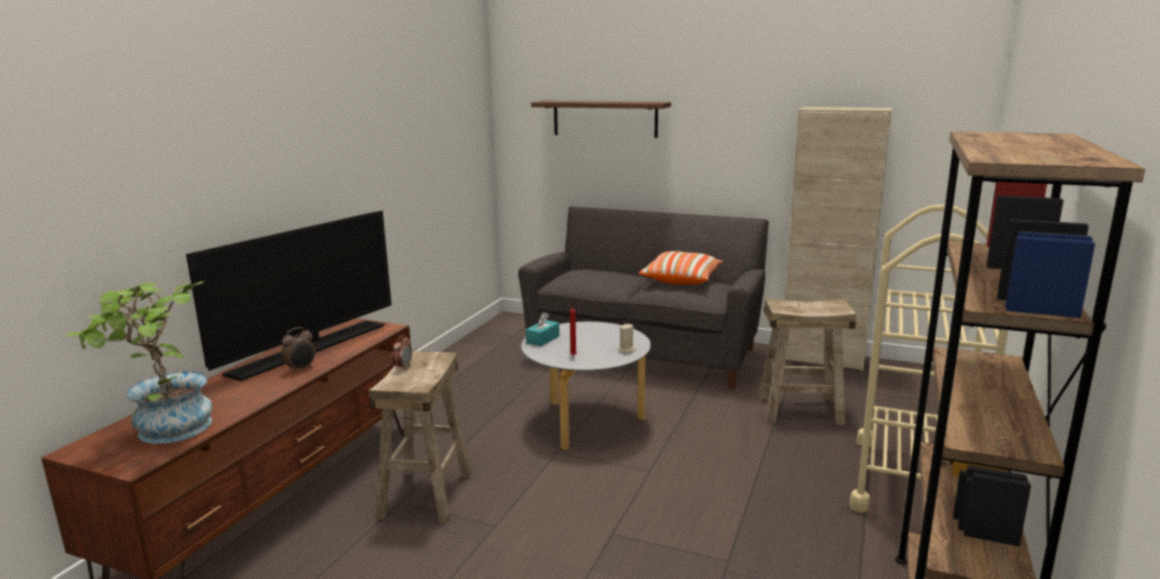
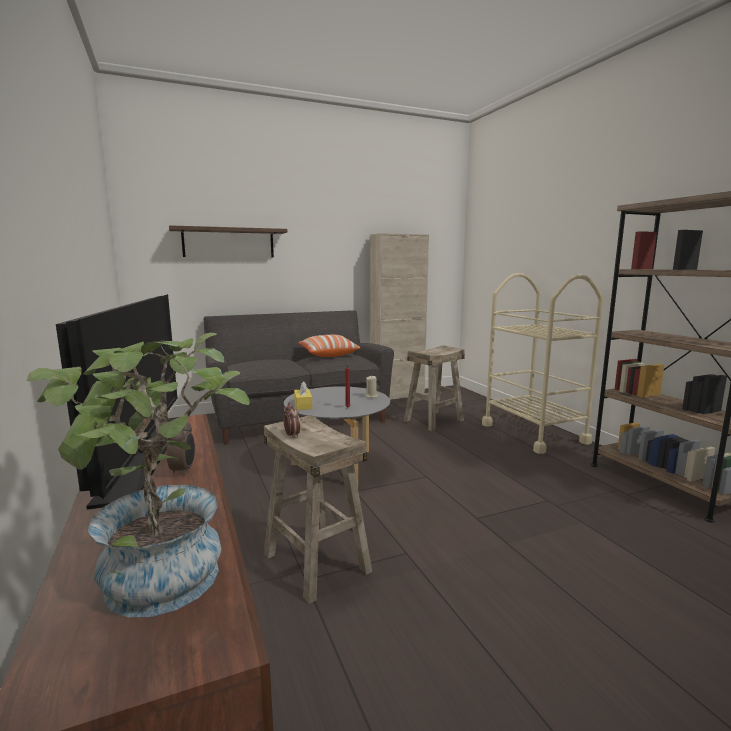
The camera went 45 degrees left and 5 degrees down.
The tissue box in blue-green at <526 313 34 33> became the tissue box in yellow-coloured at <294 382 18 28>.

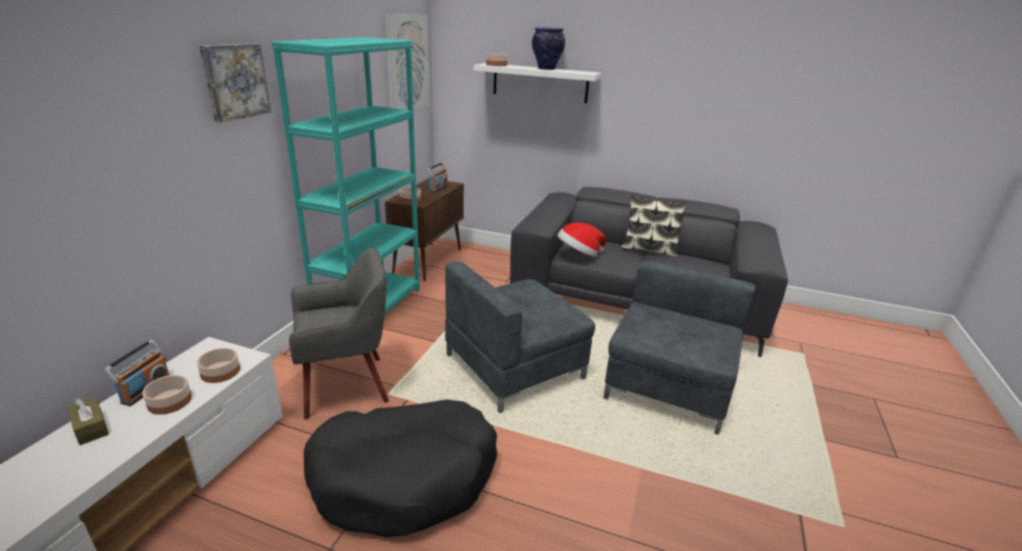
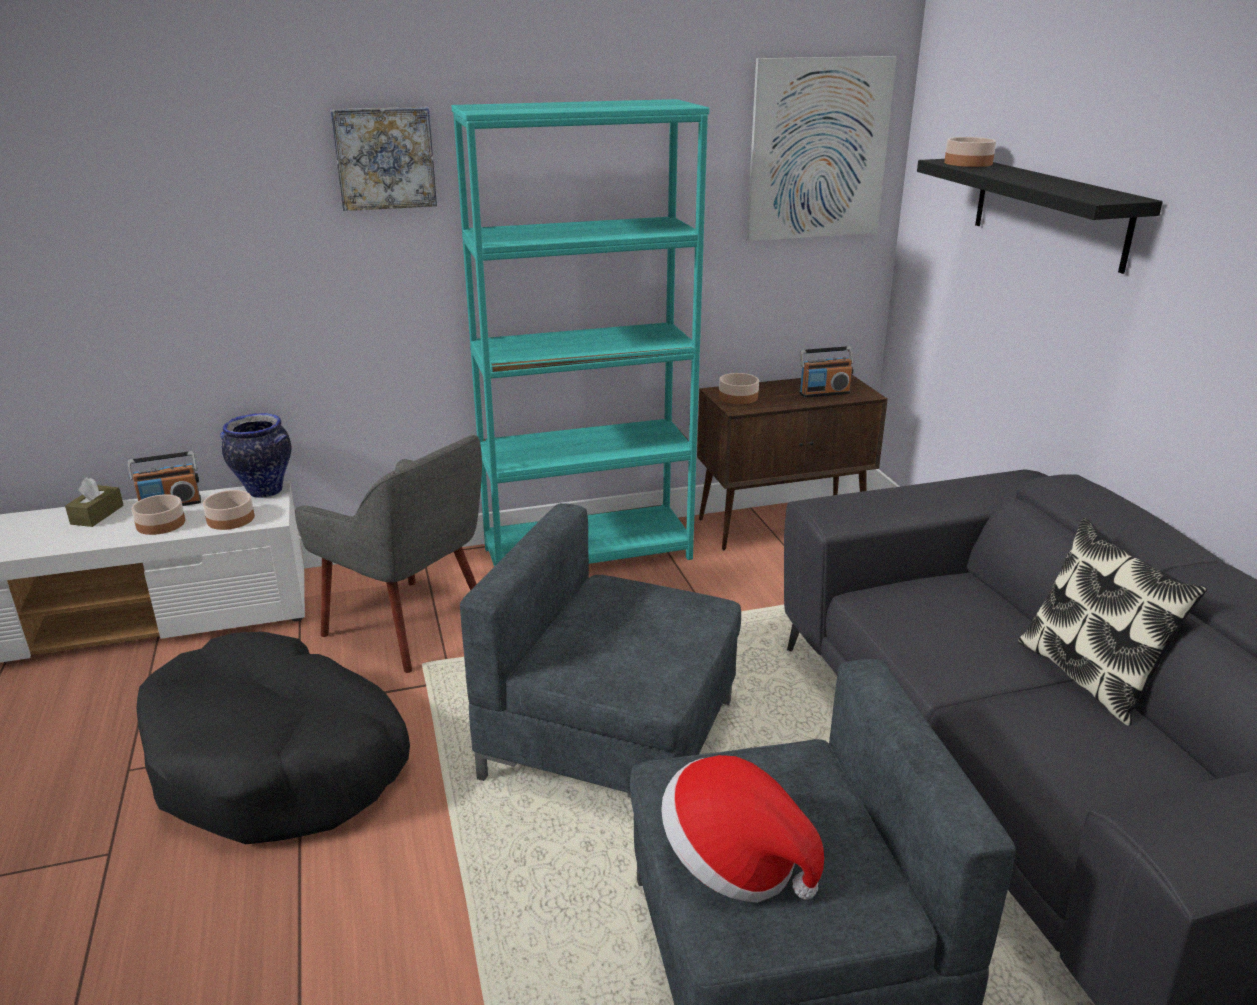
The camera went 55 degrees right and 0 degrees up.
The vase moved from <532 27 33 43> to <220 413 72 85>.
The hat moved from <557 222 49 35> to <661 755 163 148>.
The bracket shelf in white at <473 63 128 40> became the bracket shelf in black at <917 159 246 115>.

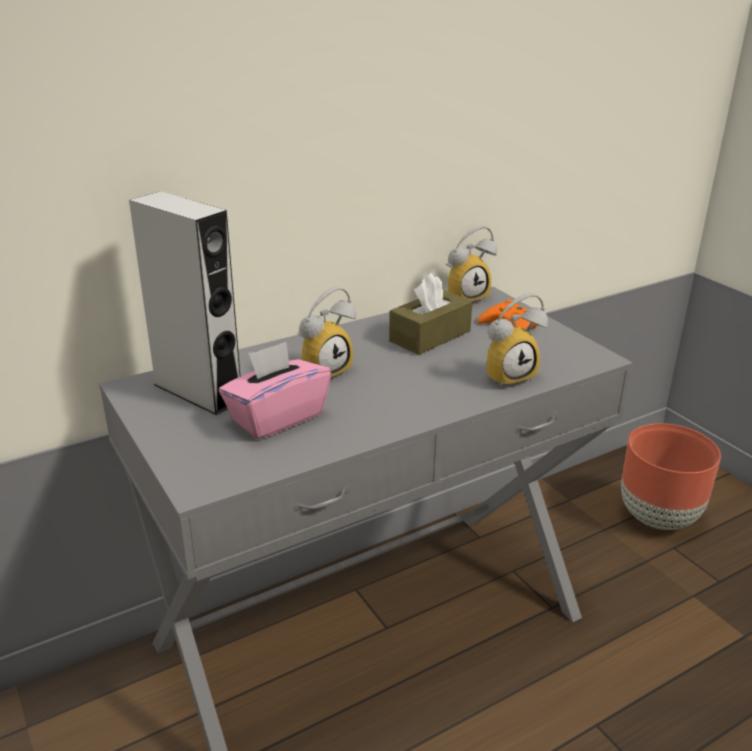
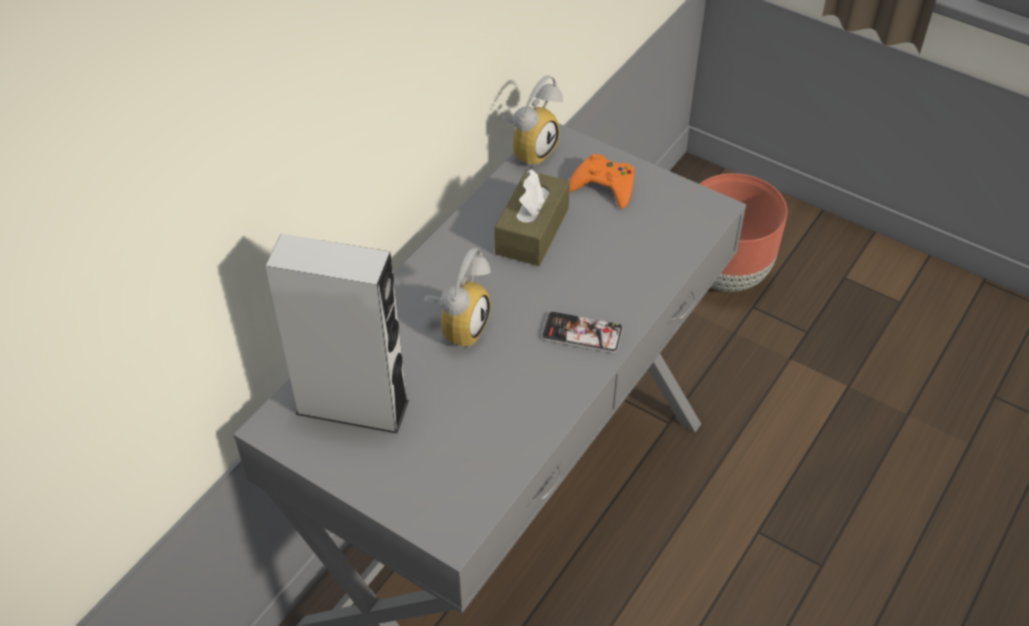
The camera went 25 degrees left and 20 degrees up.
The phone at <542 312 81 41> appeared.
The tissue box in pink-coloured at <219 342 112 98> disappeared.
The table clock at <486 293 62 95> disappeared.

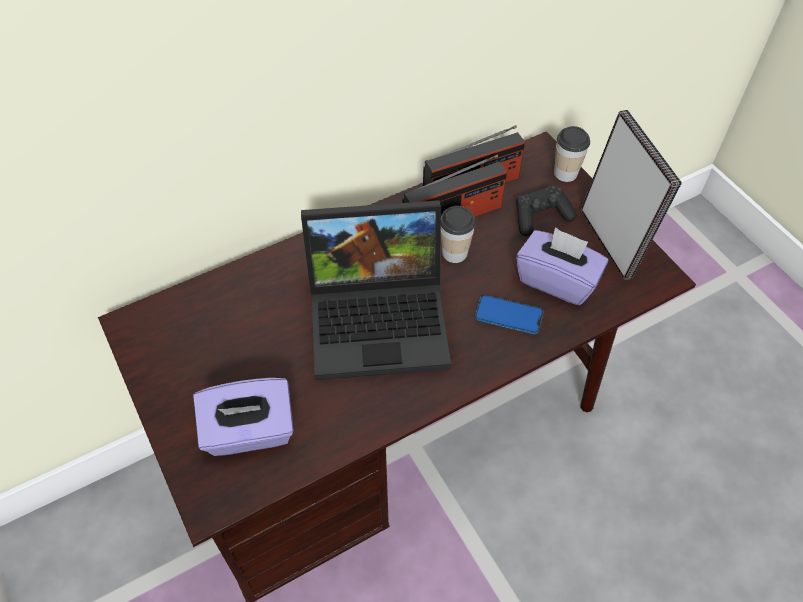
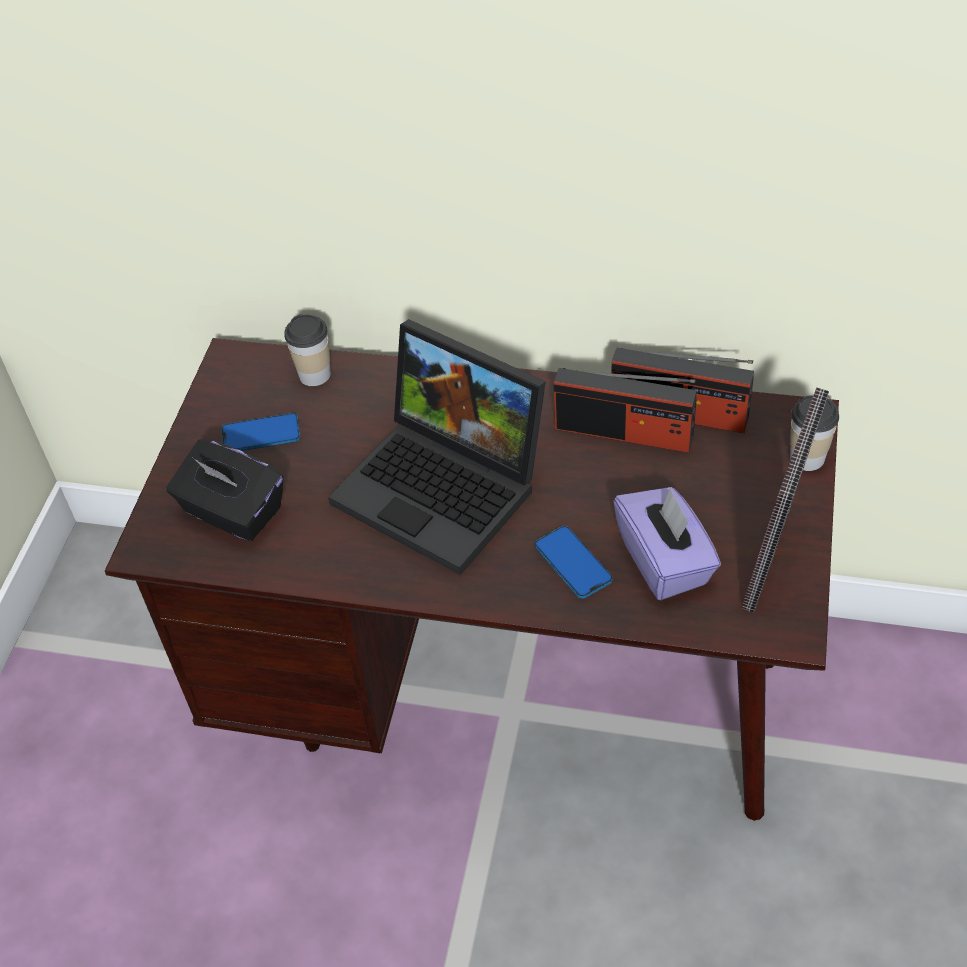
The camera went 45 degrees right and 5 degrees down.
The tissue box in purplish at <193 378 101 78> became the tissue box in black at <166 439 117 102>.
The phone at <221 413 79 38> appeared.
The drinking cup moved from <441 206 35 57> to <284 315 47 71>.
The gamepad in black at <516 186 61 50> disappeared.

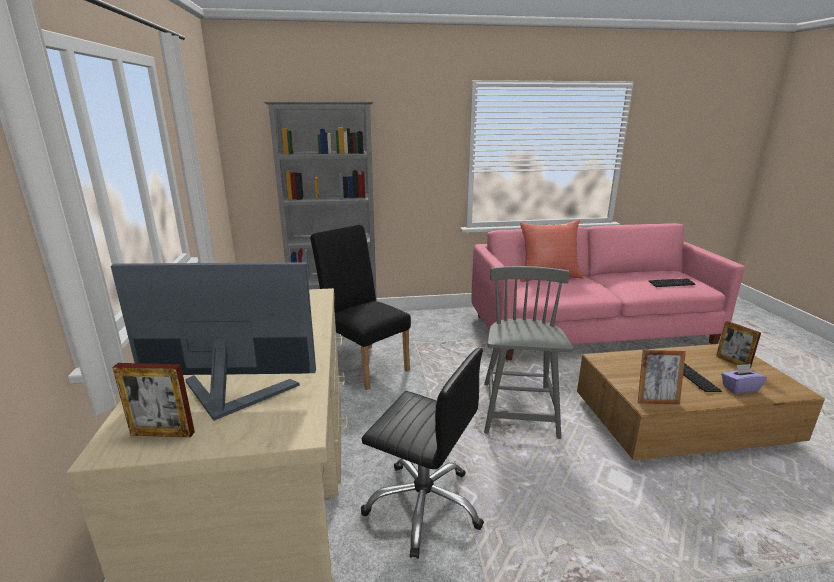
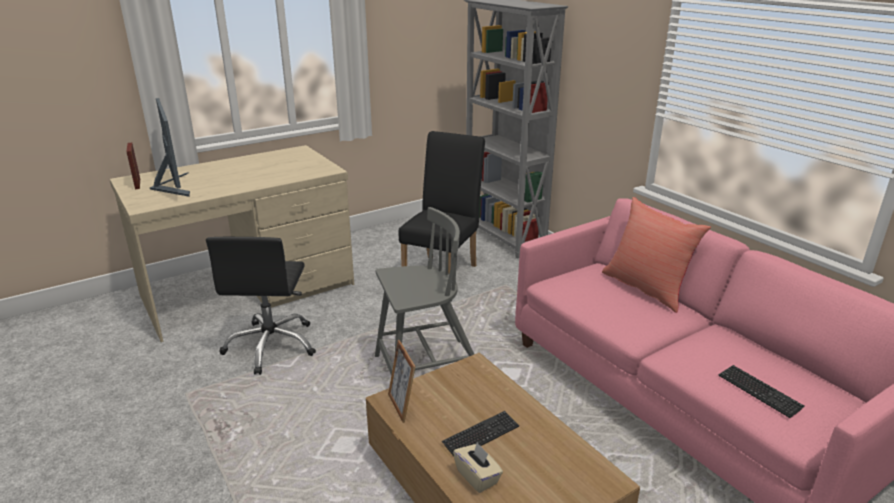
The camera went 65 degrees right and 5 degrees up.
The tissue box in purplish at <721 364 46 30> became the tissue box in beige at <453 442 50 51>.
The picture frame at <716 321 45 48> disappeared.

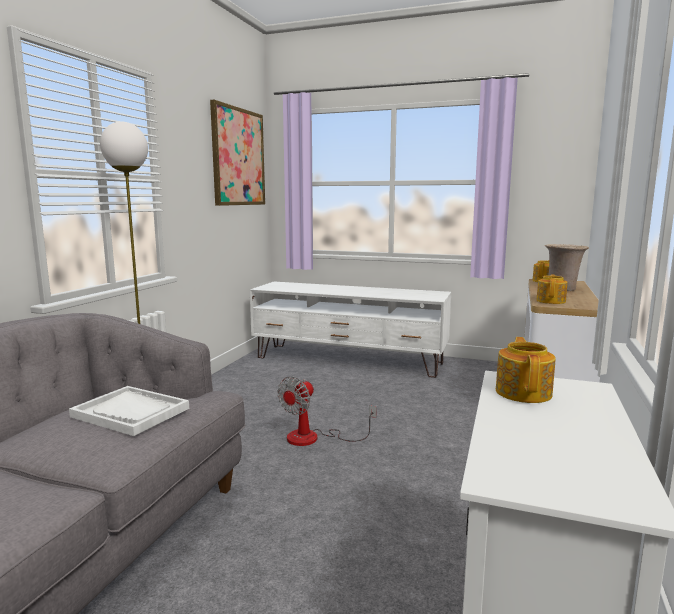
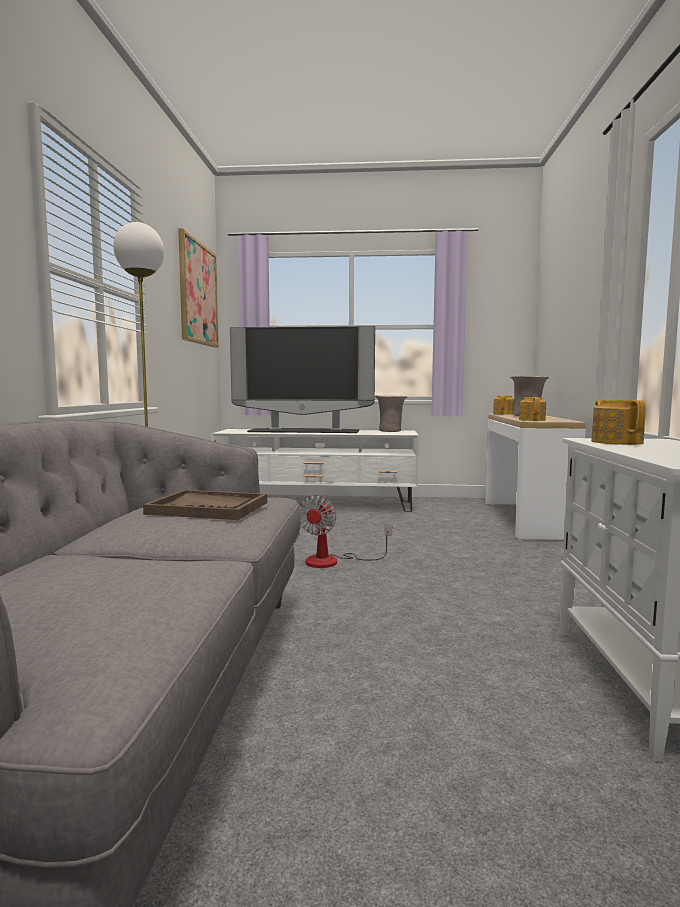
The camera went 15 degrees left and 5 degrees down.
The tray in white at <69 386 120 50> became the tray in brown at <143 490 124 30>.
The TV at <230 326 145 107> appeared.
The vase in beige at <375 395 33 37> appeared.

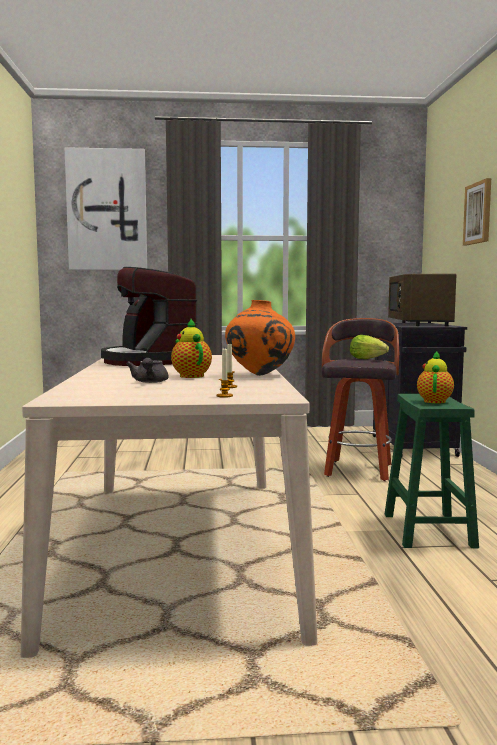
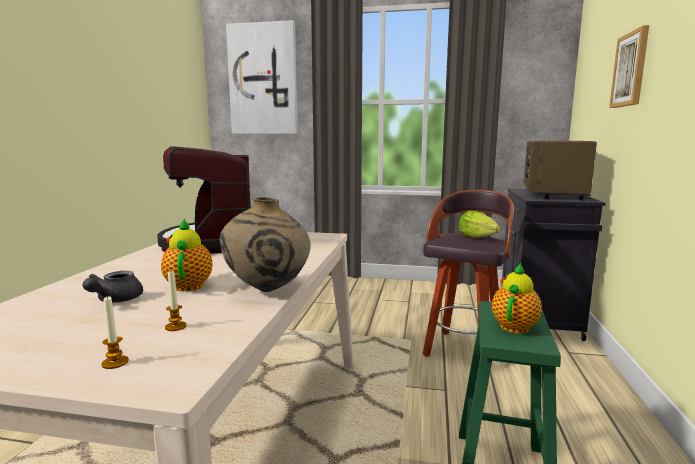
The camera went 15 degrees right and 5 degrees up.
The vase in orange-coloured at <225 300 70 76> became the vase in beige at <220 197 91 95>.

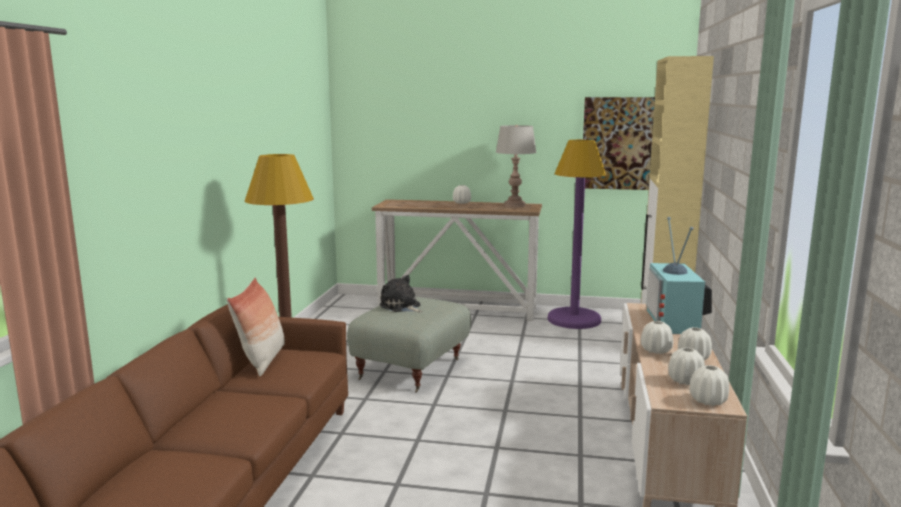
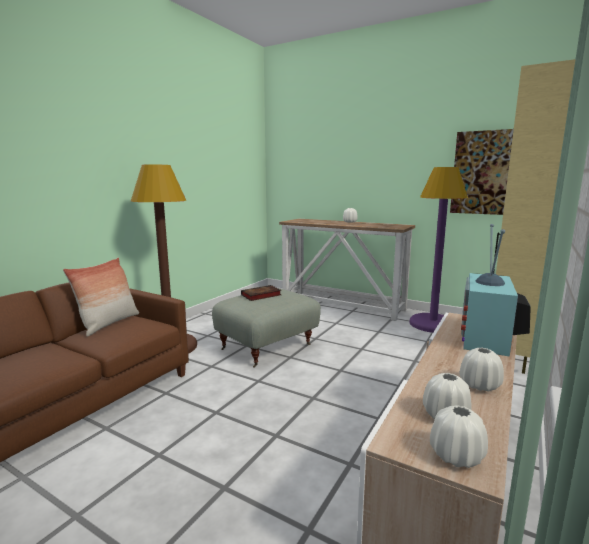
The camera went 20 degrees right and 0 degrees up.
The plush toy at <380 275 43 37> was replaced by the bound book at <241 285 40 16>.
The table lamp in grey at <496 125 41 83> disappeared.
The vase in white at <641 321 32 33> disappeared.

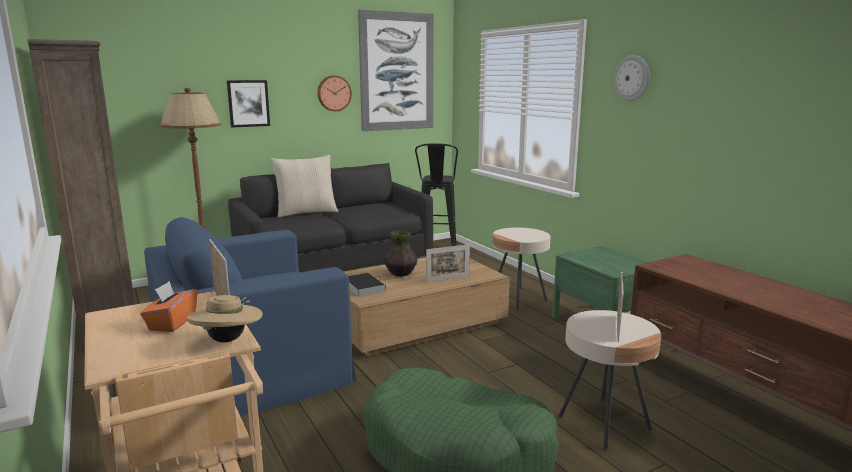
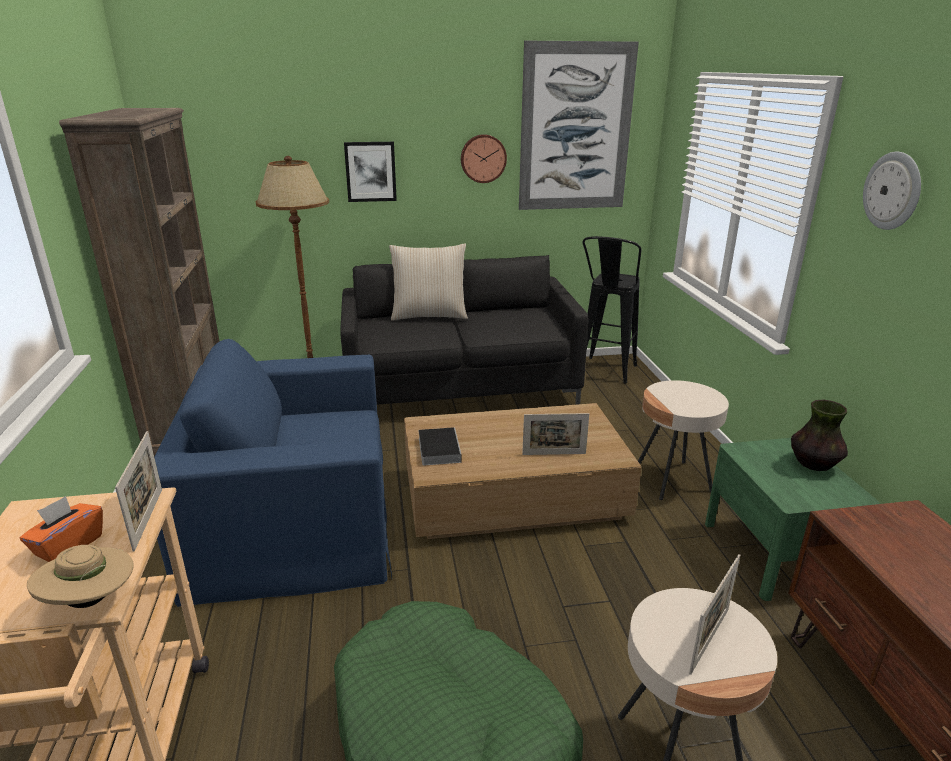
The camera went 20 degrees right and 10 degrees up.
The vase moved from <384 230 34 46> to <791 400 57 71>.

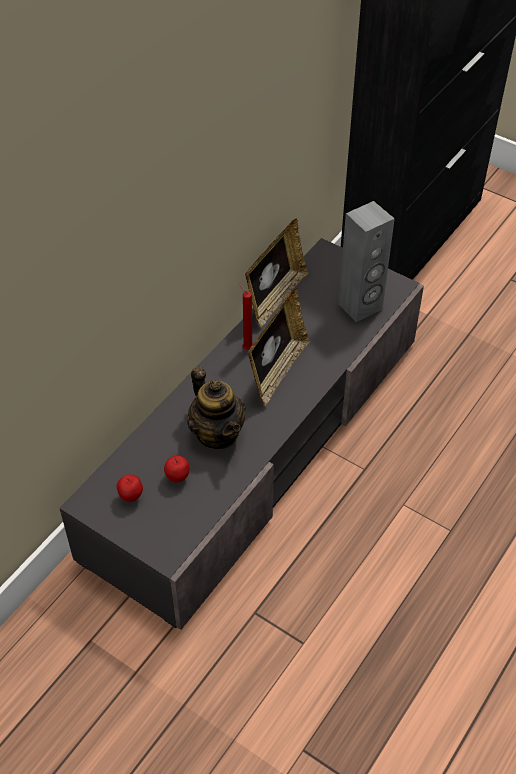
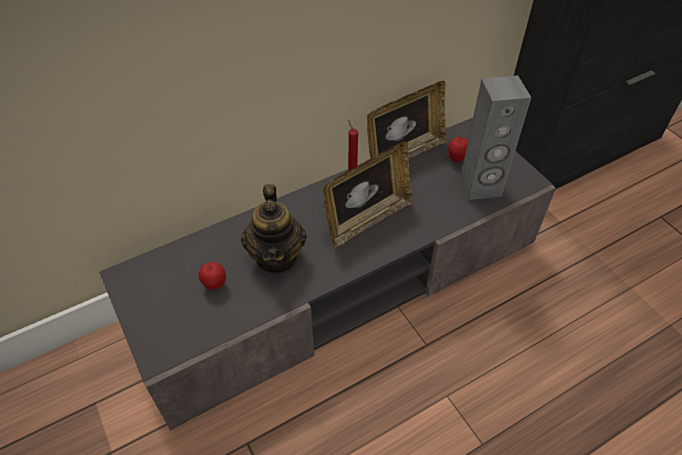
The camera went 25 degrees right and 0 degrees up.
The apple moved from <117 474 26 28> to <448 137 20 25>.

